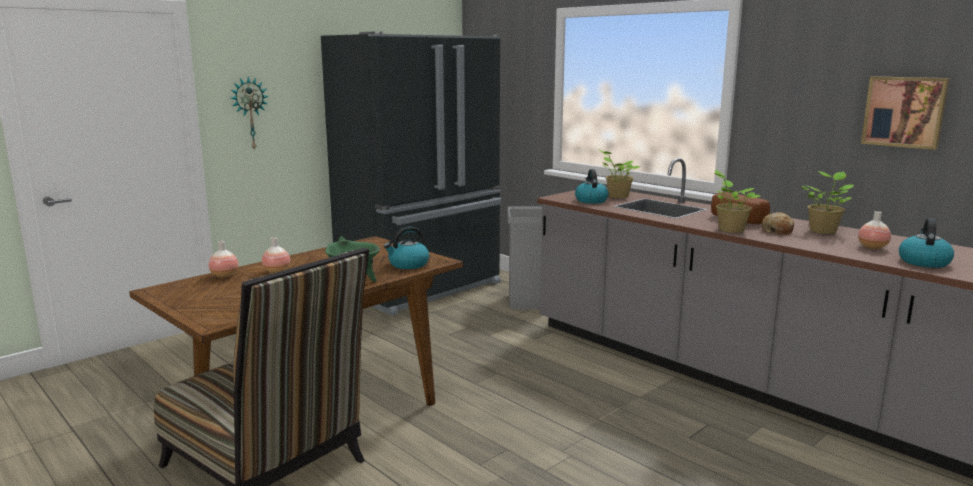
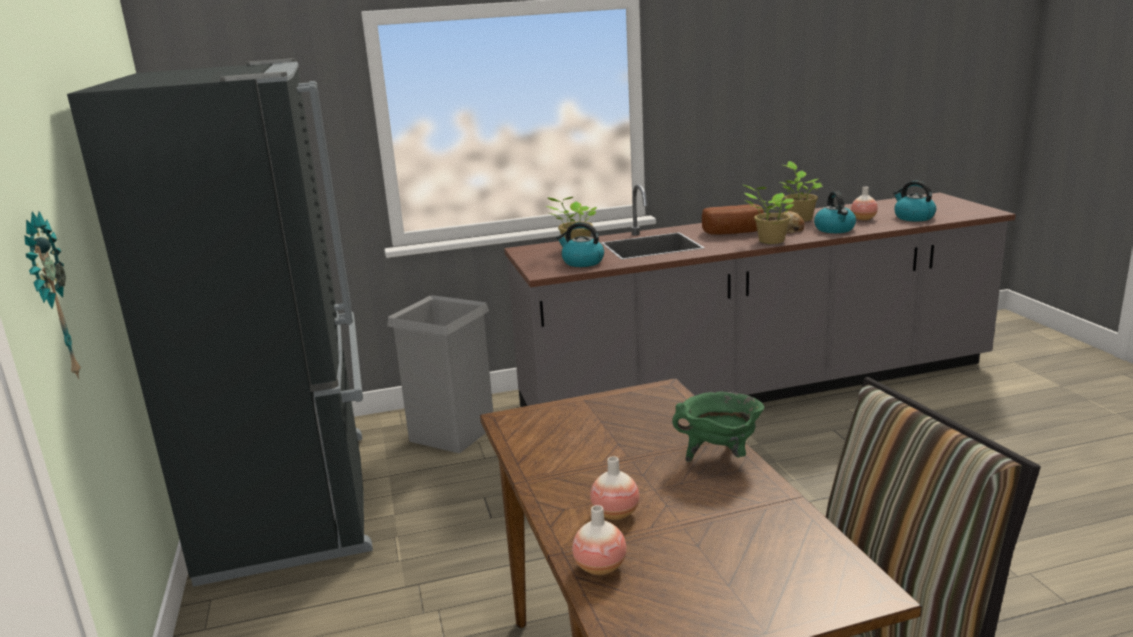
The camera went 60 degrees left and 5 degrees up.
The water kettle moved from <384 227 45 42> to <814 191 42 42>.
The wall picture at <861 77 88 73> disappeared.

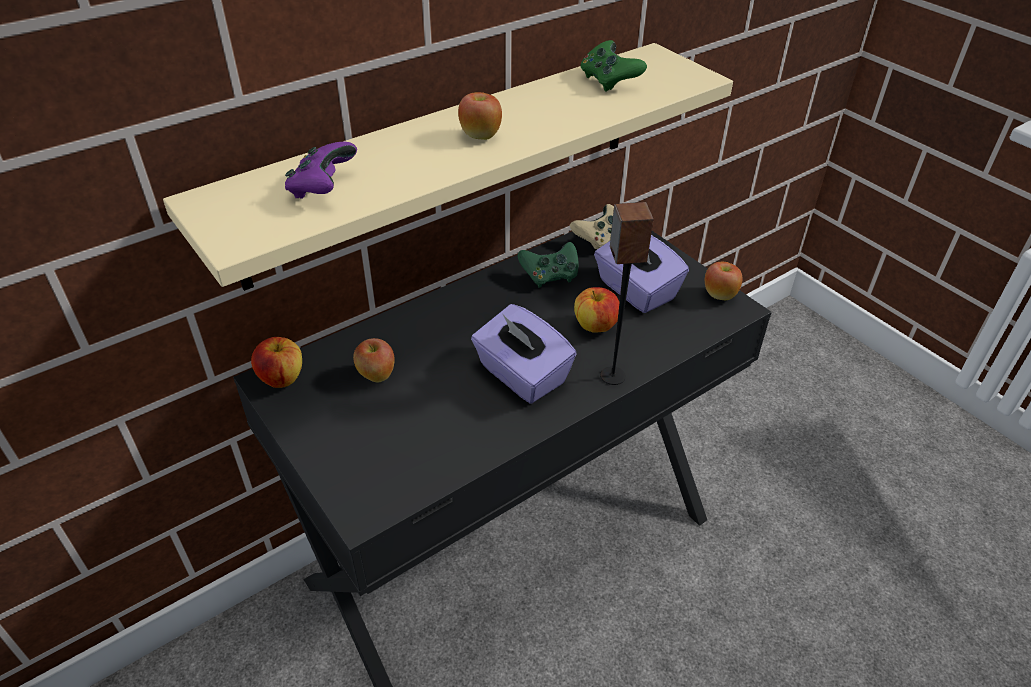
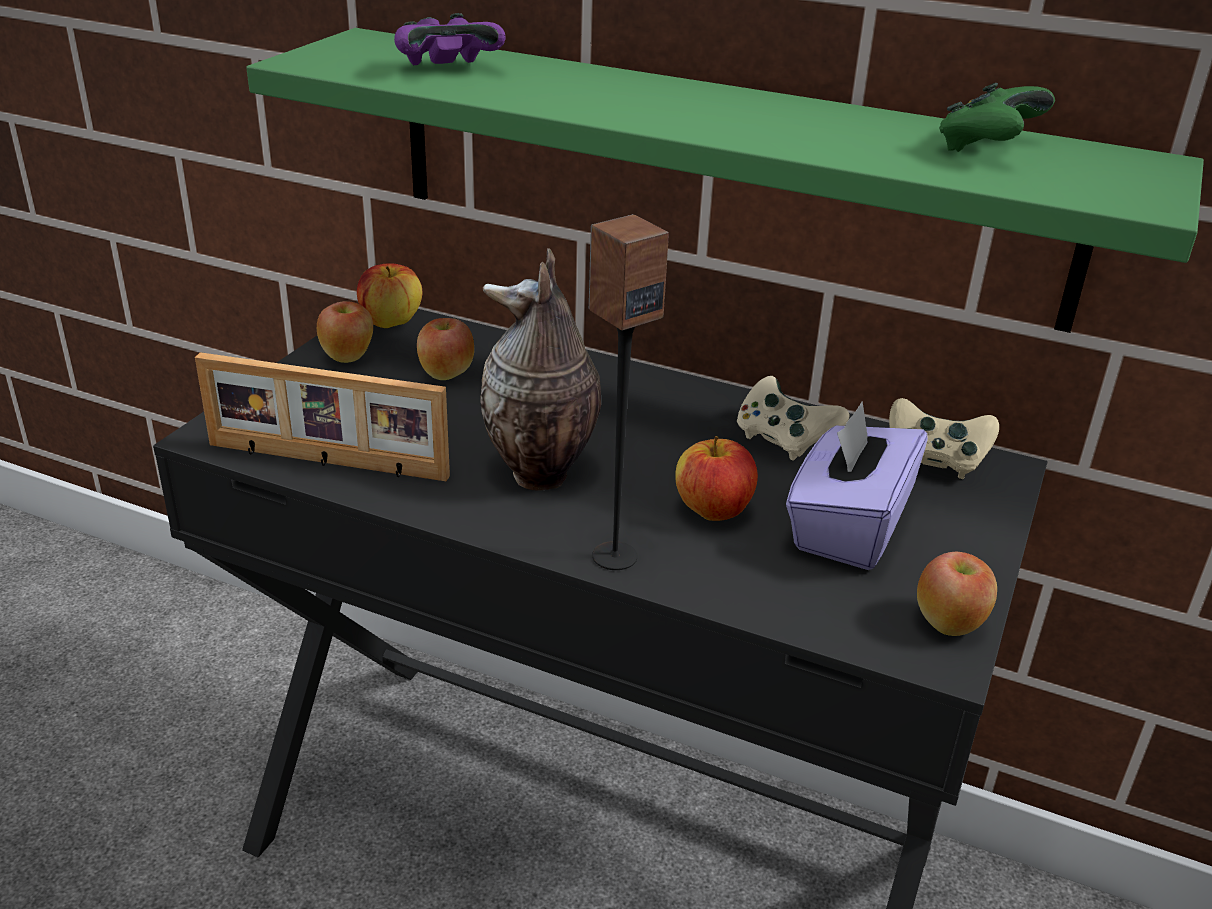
The camera went 60 degrees right and 10 degrees down.
The picture frame at <195 352 255 129> appeared.
The bracket shelf in beige at <163 43 570 248> became the bracket shelf in green-coloured at <246 28 958 305>.
The apple moved from <458 92 44 48> to <317 301 56 62>.
The tissue box in purplish at <471 304 106 100> was replaced by the vase at <480 248 121 242>.
The gamepad in green-coloured at <518 242 60 46> became the gamepad in beige at <737 376 113 85>.

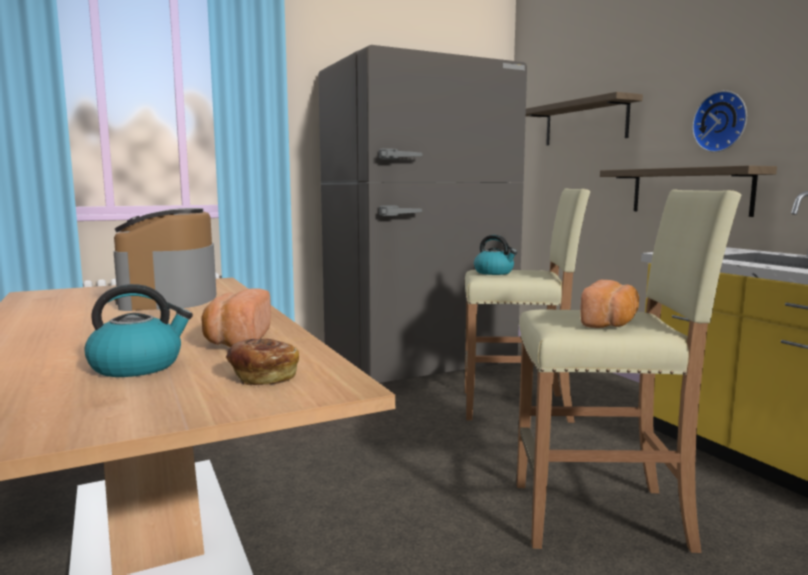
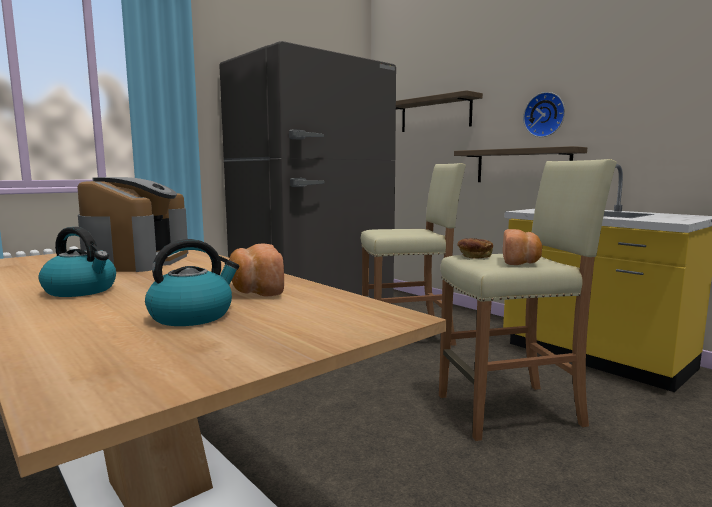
The camera went 15 degrees left and 0 degrees up.
The water kettle moved from <474 235 43 40> to <39 227 77 70>.
The coffee maker at <114 208 103 103> turned 150 degrees counterclockwise.
The bread moved from <226 339 73 46> to <457 238 36 21>.

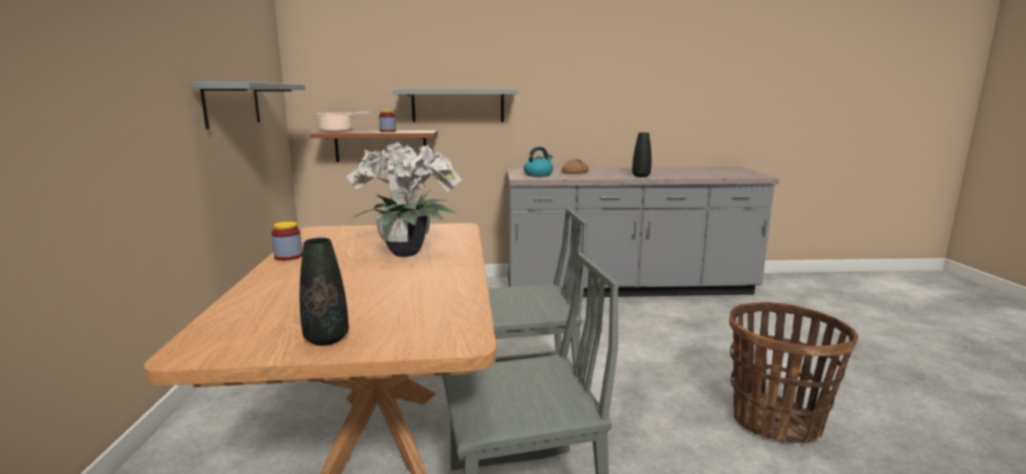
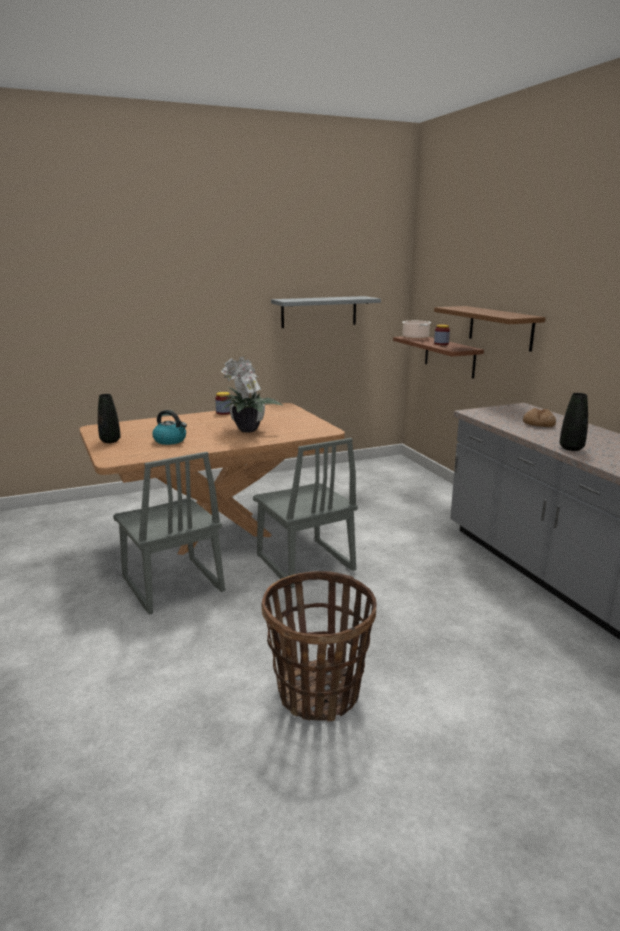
The camera went 70 degrees right and 5 degrees up.
The water kettle moved from <524 147 29 30> to <152 410 35 35>.
The bracket shelf in grey at <393 89 124 33> became the bracket shelf in brown at <434 306 112 46>.

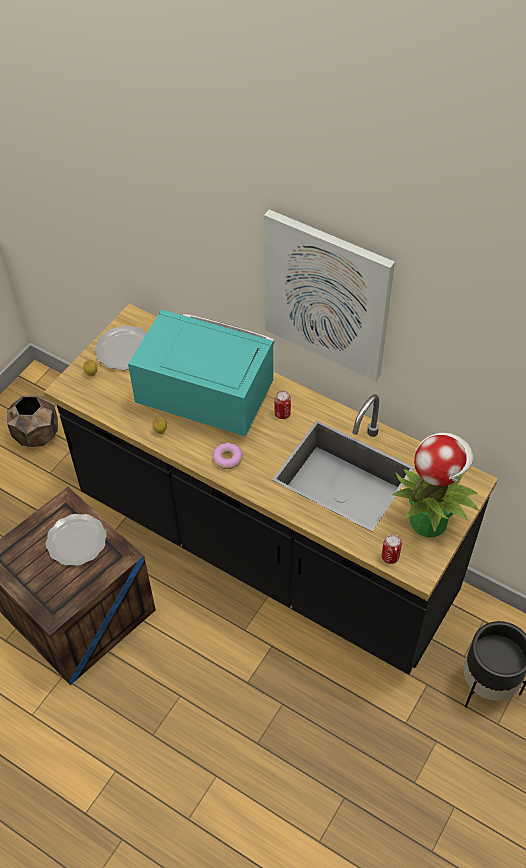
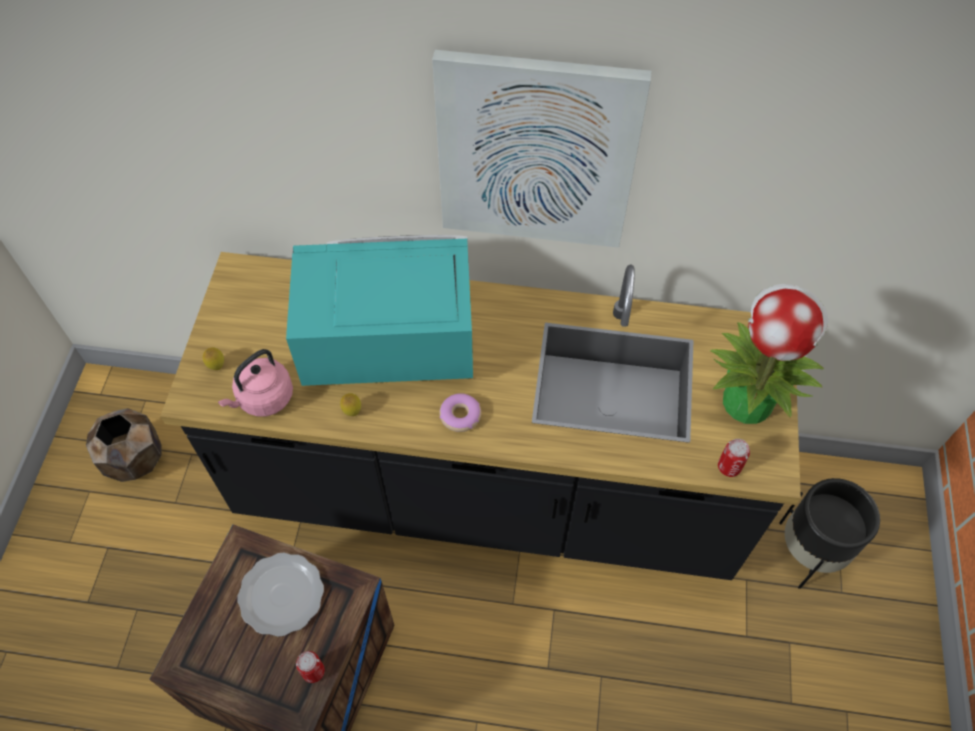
The camera went 25 degrees left and 5 degrees up.
The water kettle in pink-coloured at <218 349 75 67> appeared.
The can moved from <274 390 17 29> to <296 651 29 32>.
The plate at <95 325 52 45> disappeared.

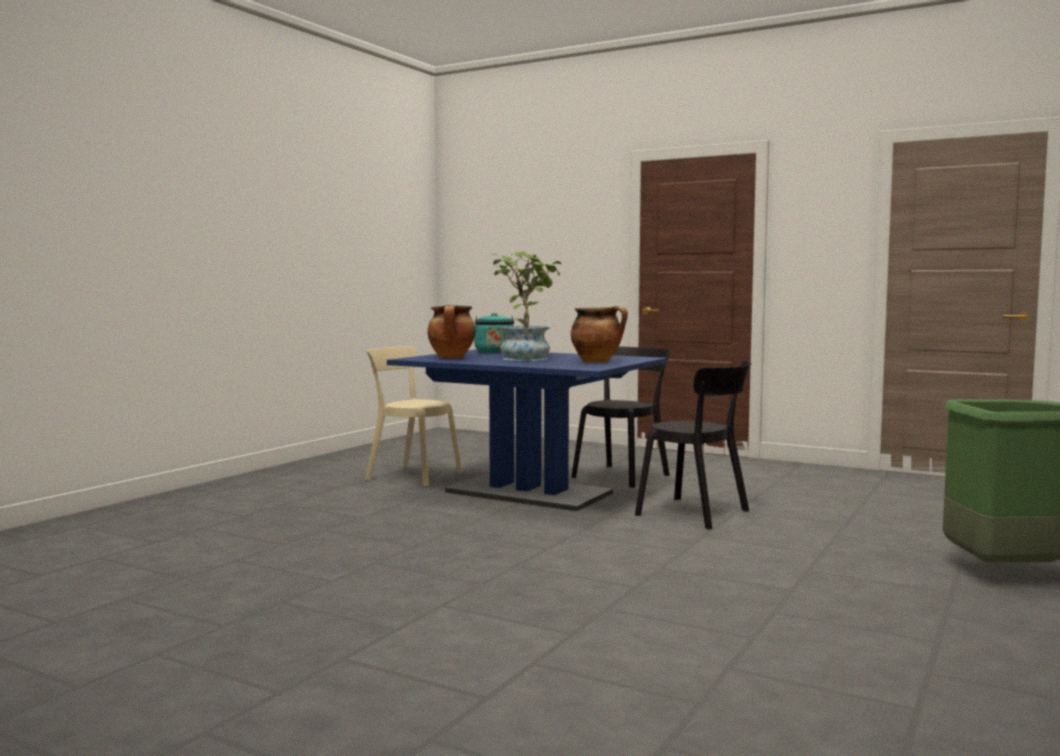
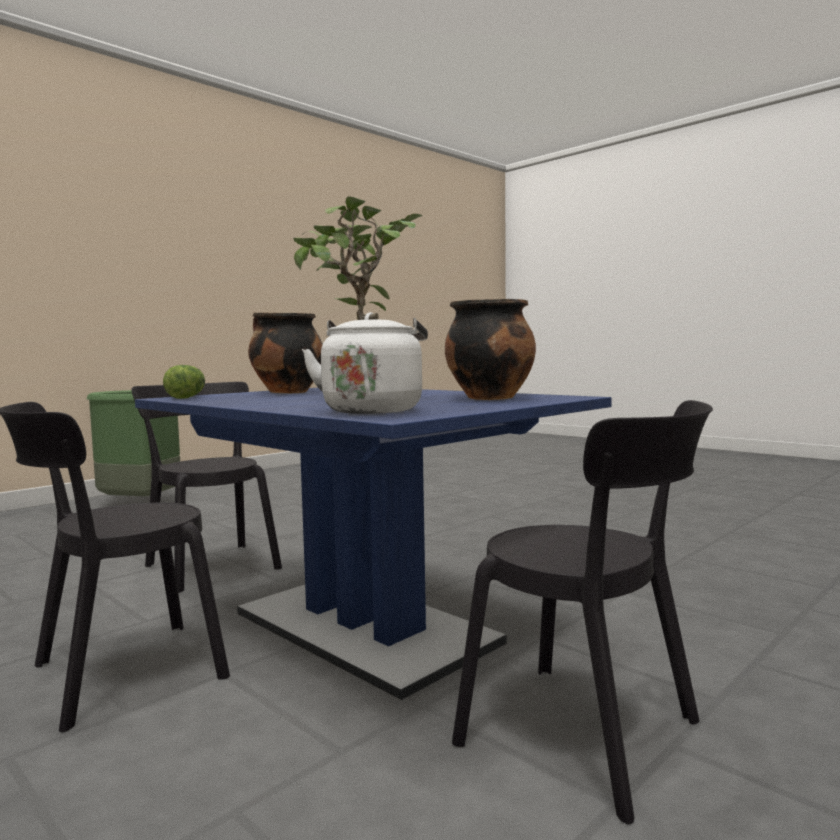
The camera went 165 degrees left and 0 degrees up.
The lettuce head at <163 365 42 34> appeared.
The water kettle in blue-green at <474 313 40 40> became the water kettle in white at <302 312 126 102>.
The upright chair in beige at <365 346 97 141> became the upright chair in black at <452 400 261 425>.

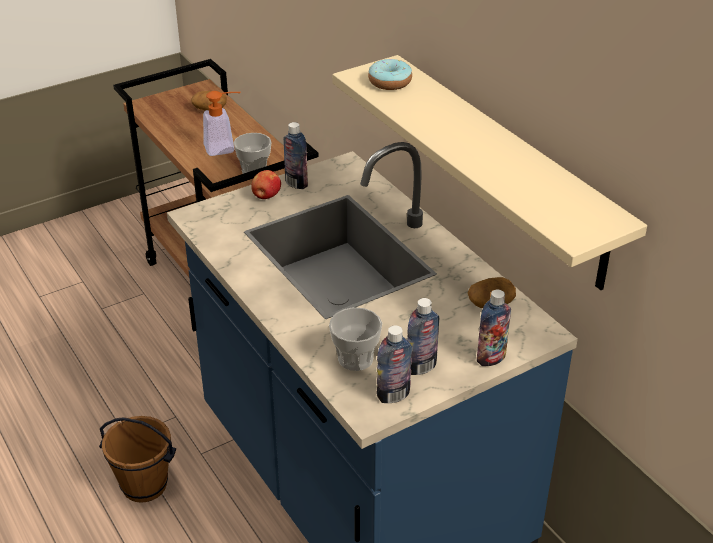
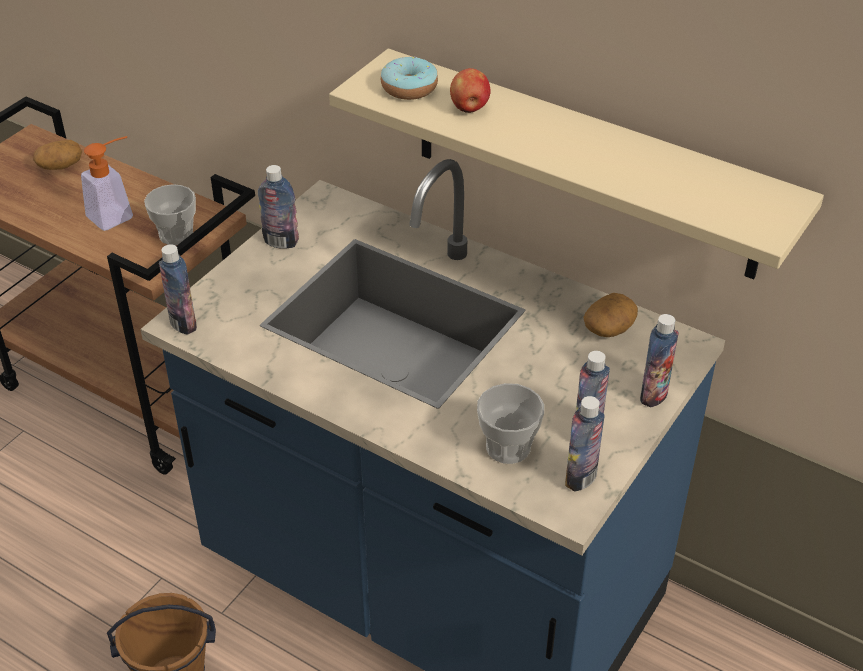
The camera went 25 degrees left and 5 degrees up.
The bottle at <159 244 38 91> appeared.
The apple moved from <251 170 30 29> to <450 68 40 45>.

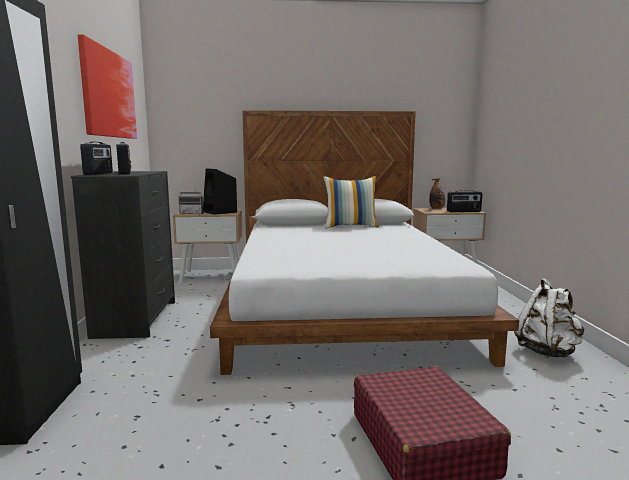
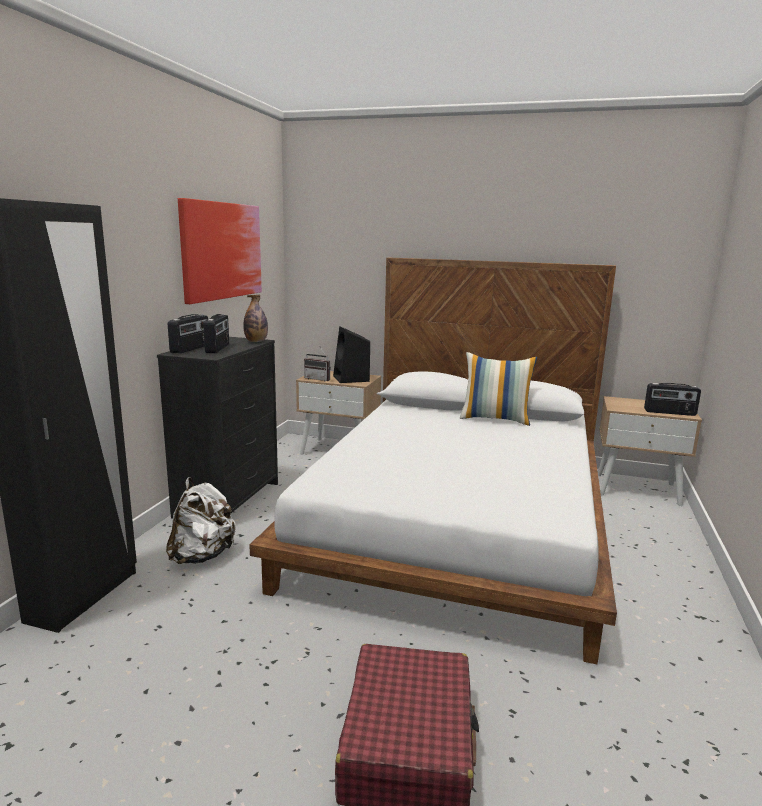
The camera went 20 degrees right and 5 degrees up.
The knapsack in white moved from <514 278 70 79> to <166 477 70 87>.
The bottle moved from <429 178 16 31> to <244 295 24 47>.

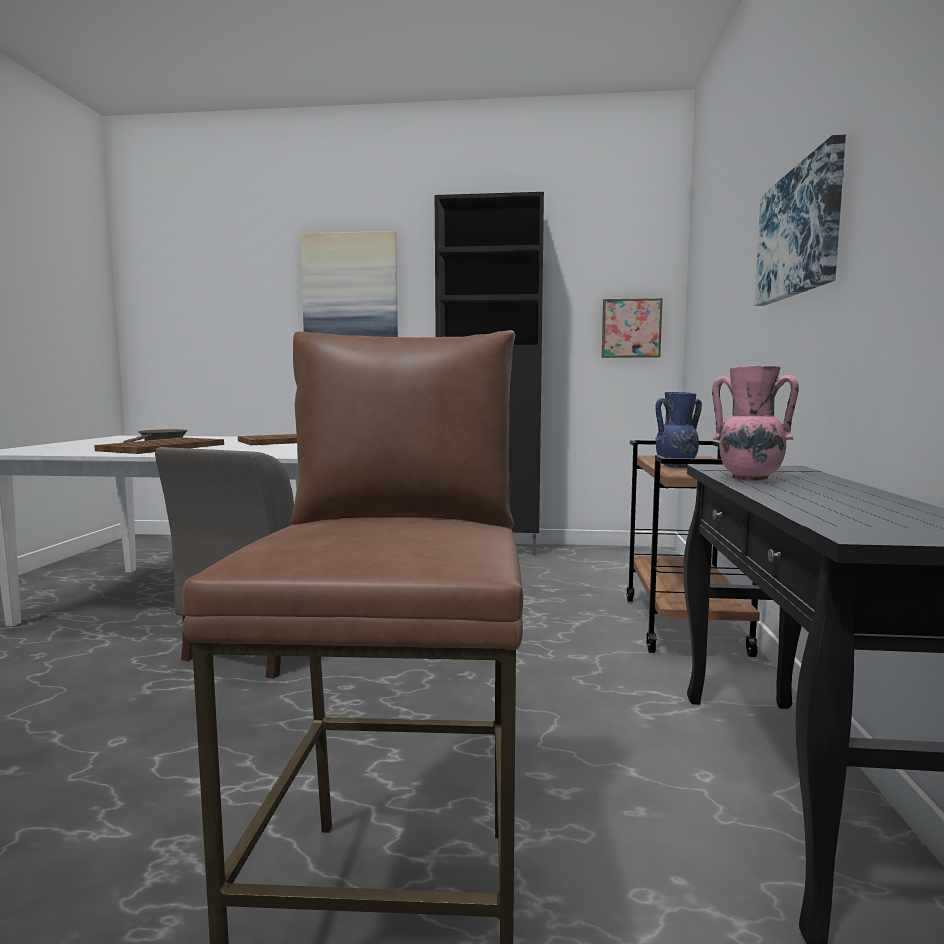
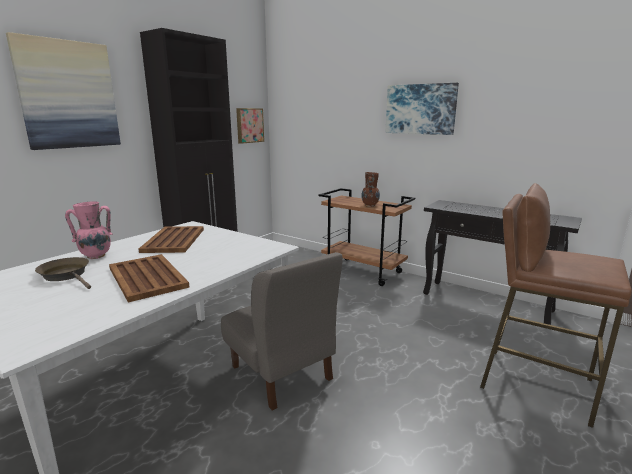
The camera went 60 degrees left and 10 degrees up.
The vase in pink-coloured moved from <712 365 87 116> to <65 201 48 58>.
The vase in blue at <655 392 47 76> became the vase in brown at <361 172 19 35>.

